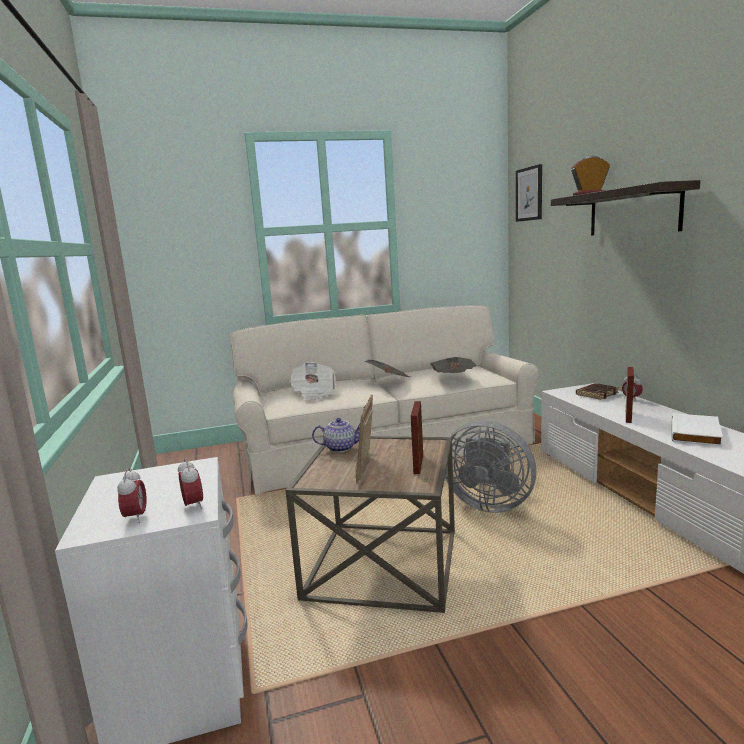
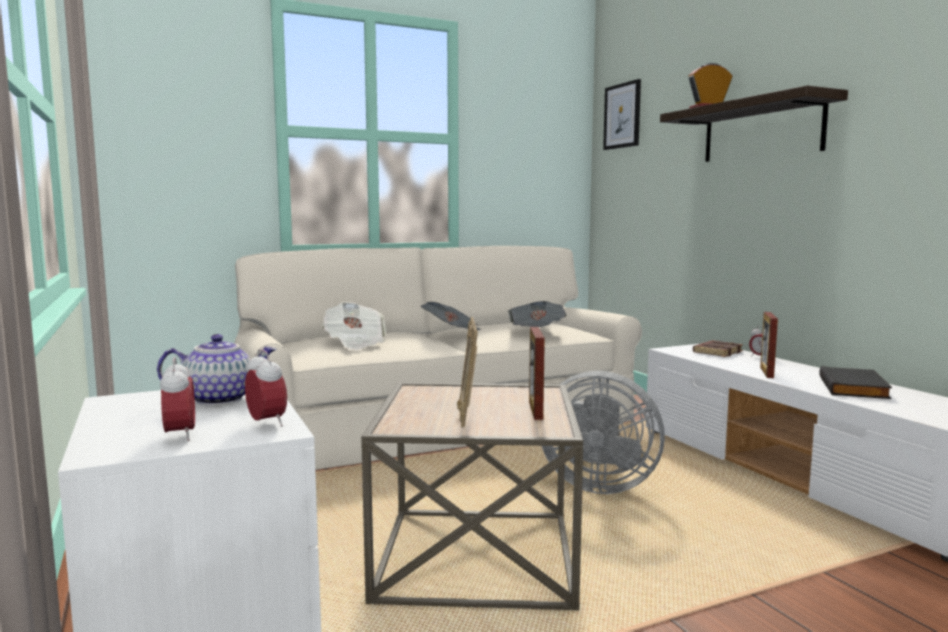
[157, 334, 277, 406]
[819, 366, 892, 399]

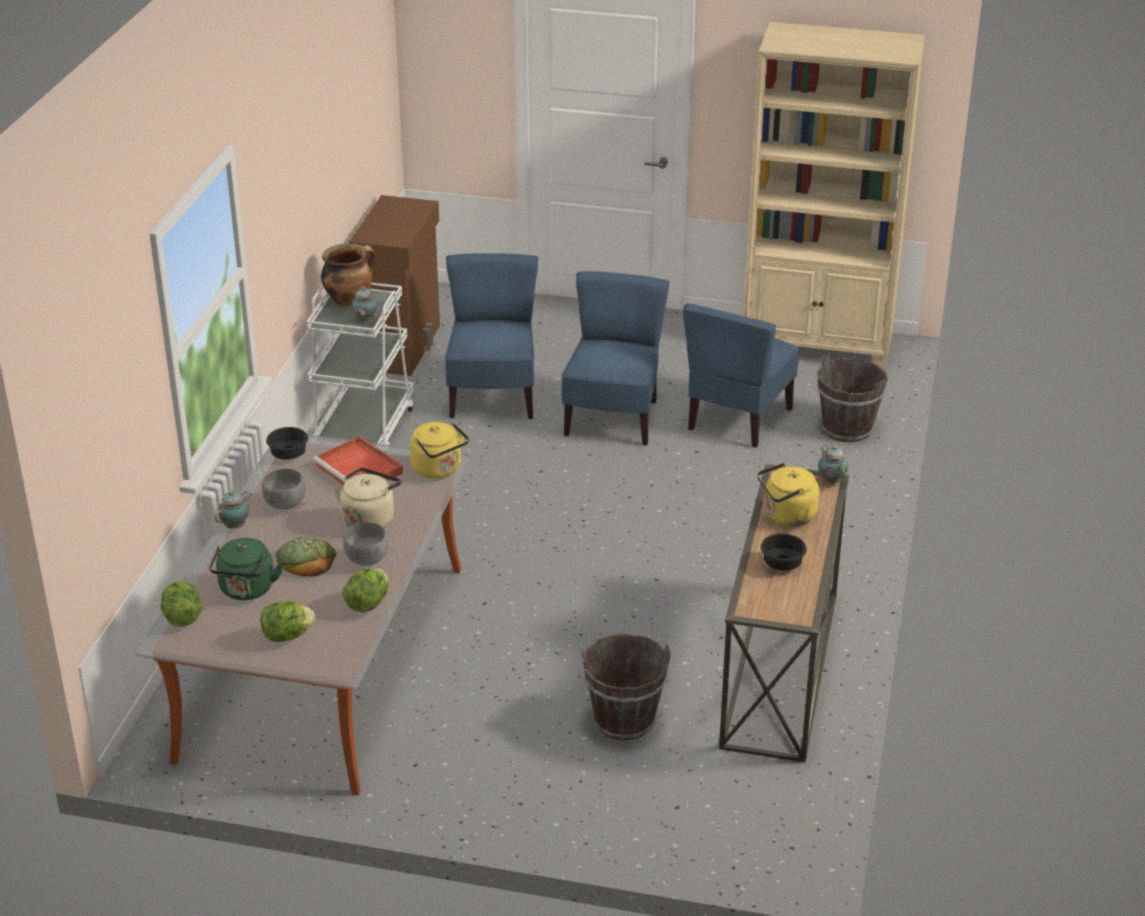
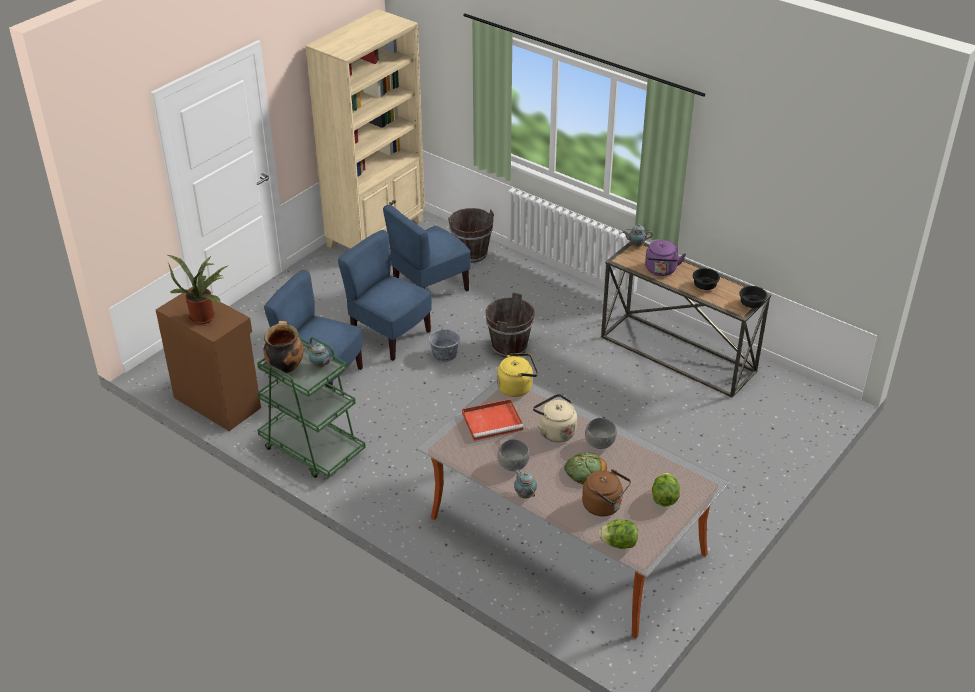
[342, 568, 388, 613] (first image)
[168, 255, 227, 324]
[429, 323, 460, 362]
[739, 286, 767, 308]
[485, 293, 535, 358]
[582, 469, 631, 516]
[257, 337, 366, 478]
[645, 240, 686, 276]
[383, 205, 471, 292]

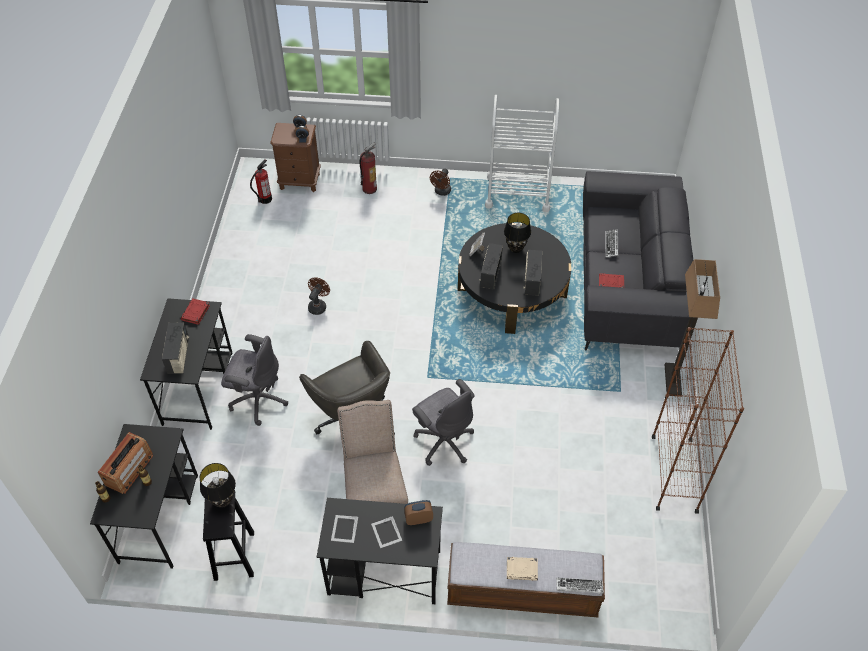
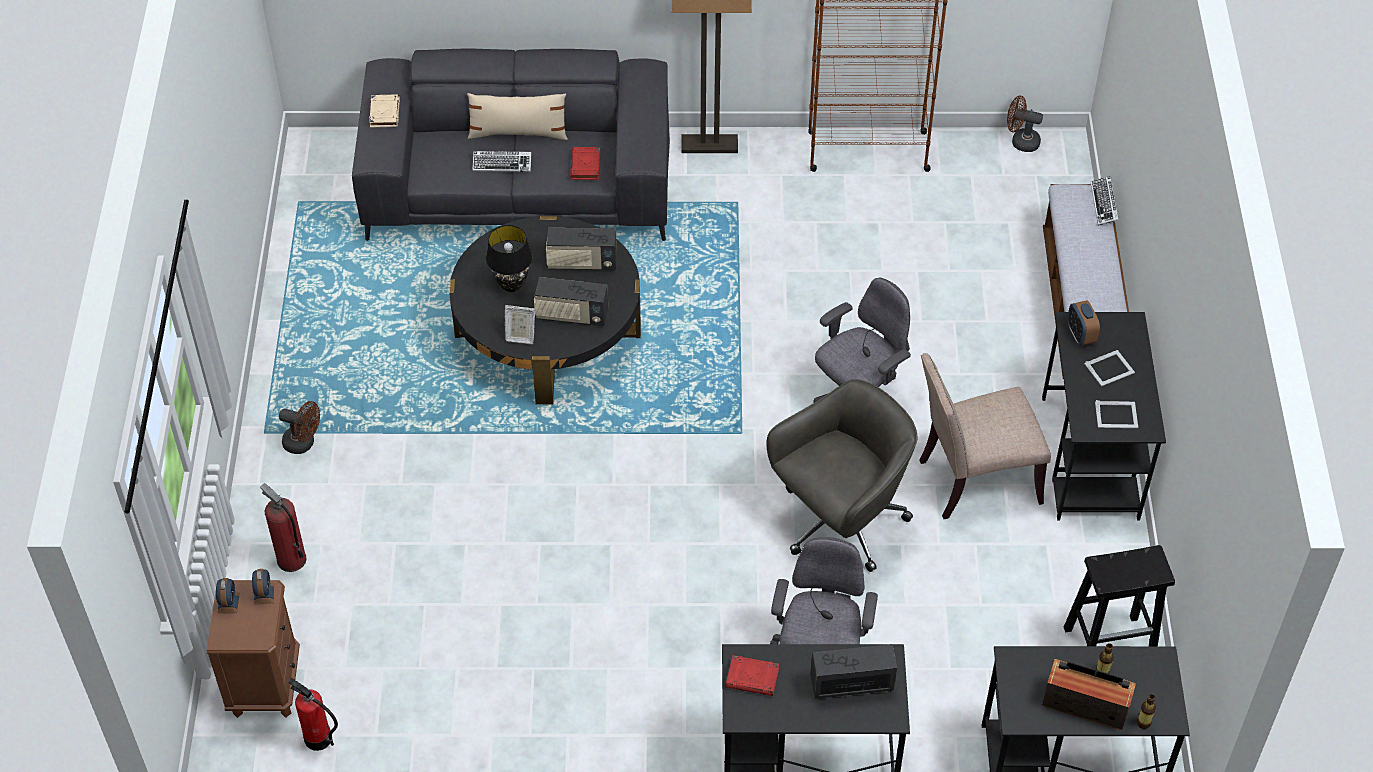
[200, 463, 236, 508] (first image)
[485, 95, 559, 212] (first image)
[467, 93, 568, 140]
[1007, 95, 1043, 152]
[369, 94, 400, 128]

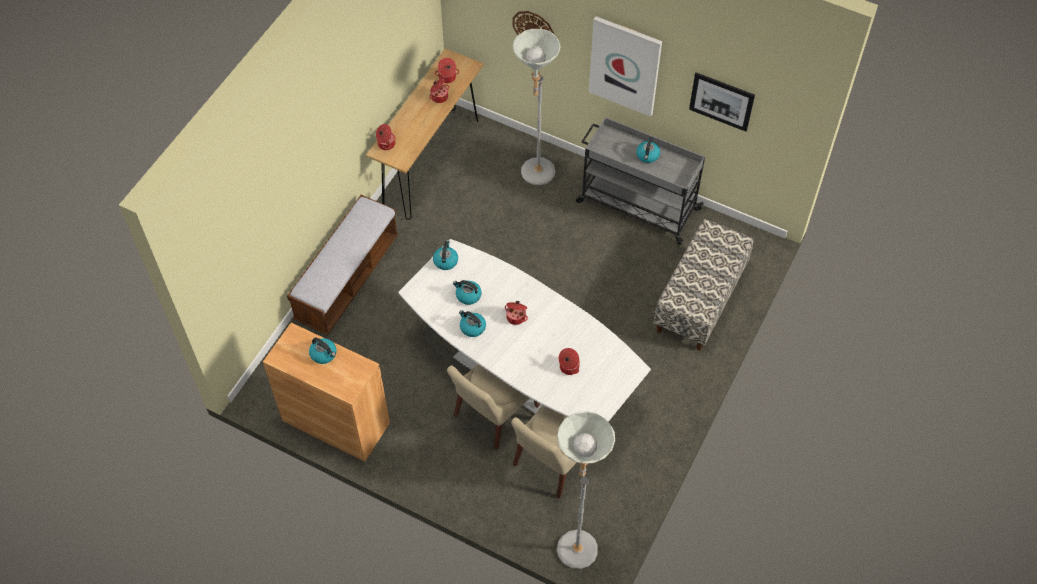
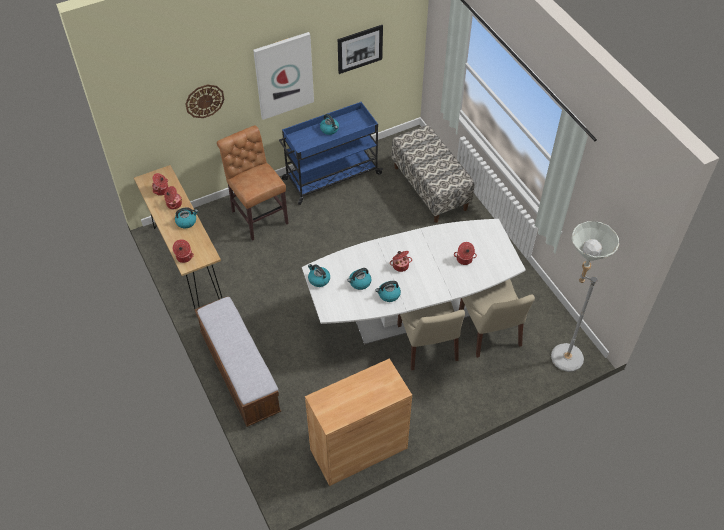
[175, 207, 198, 228]
[217, 126, 289, 241]
[279, 102, 383, 205]

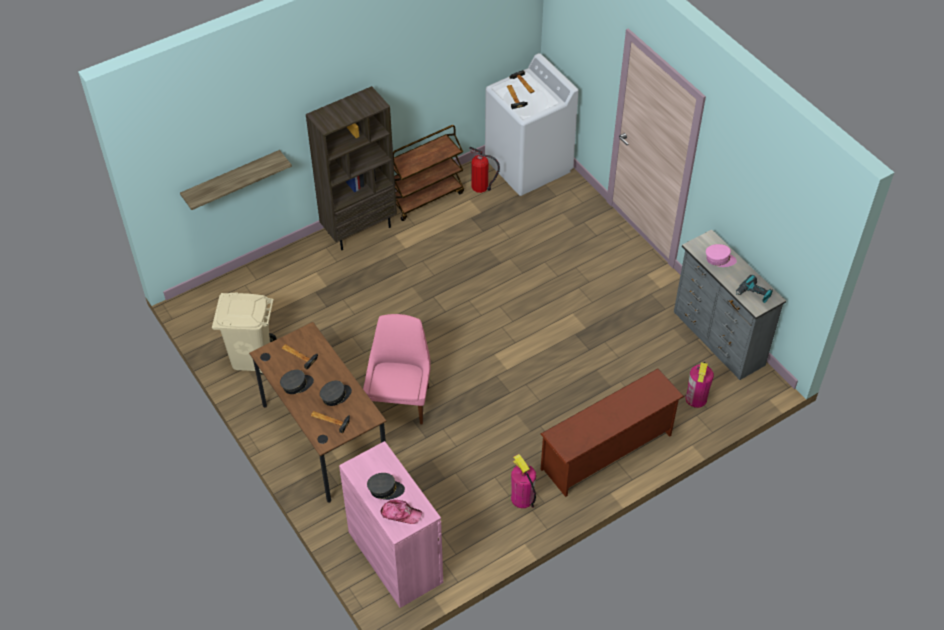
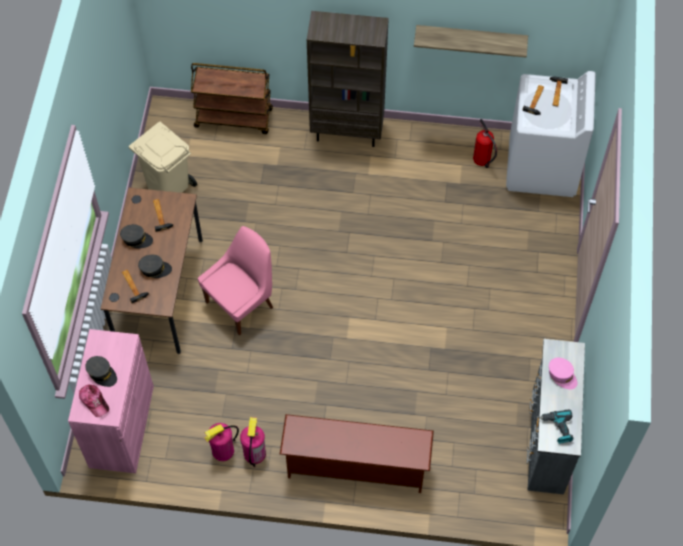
[414, 25, 528, 57]
[191, 63, 273, 134]
[204, 423, 239, 461]

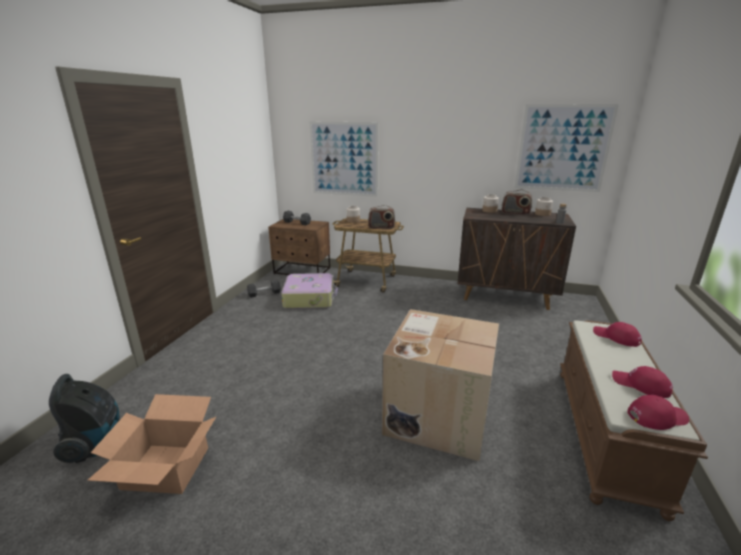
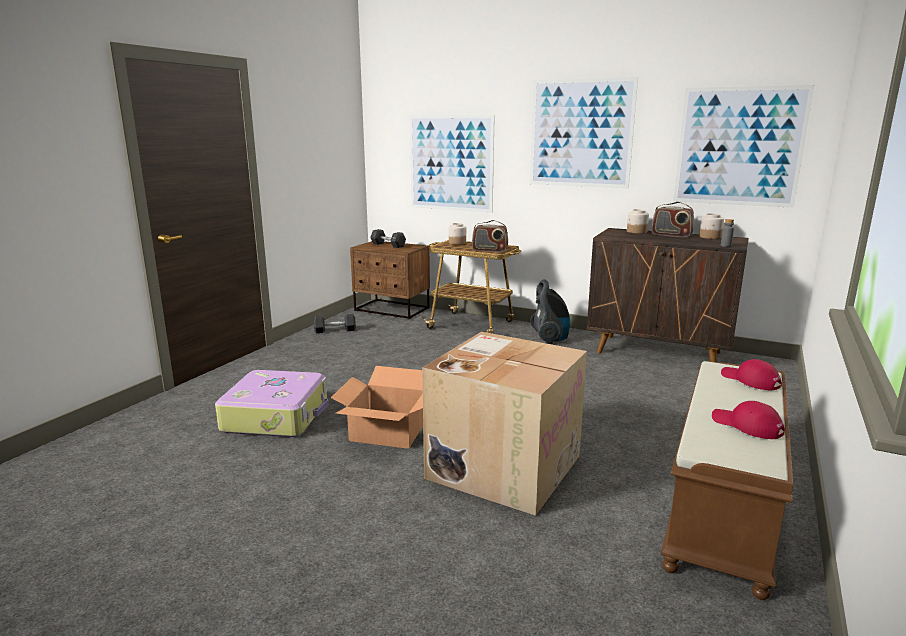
[627, 395, 689, 430] (first image)
[530, 77, 638, 188]
[530, 279, 570, 344]
[331, 366, 423, 449]
[215, 370, 328, 437]

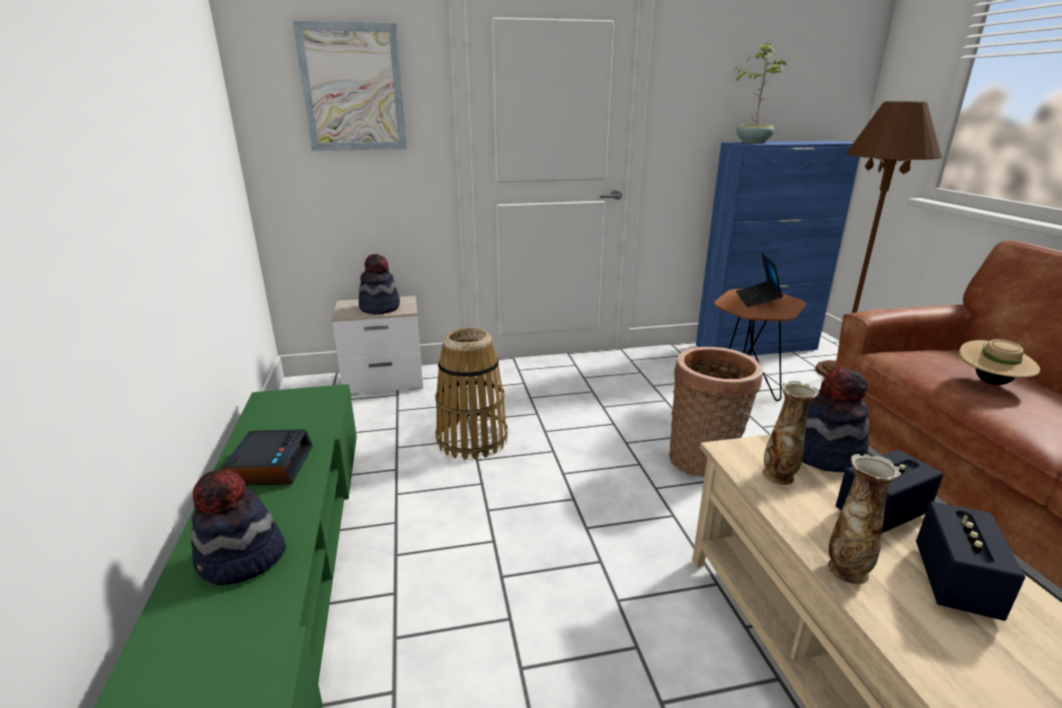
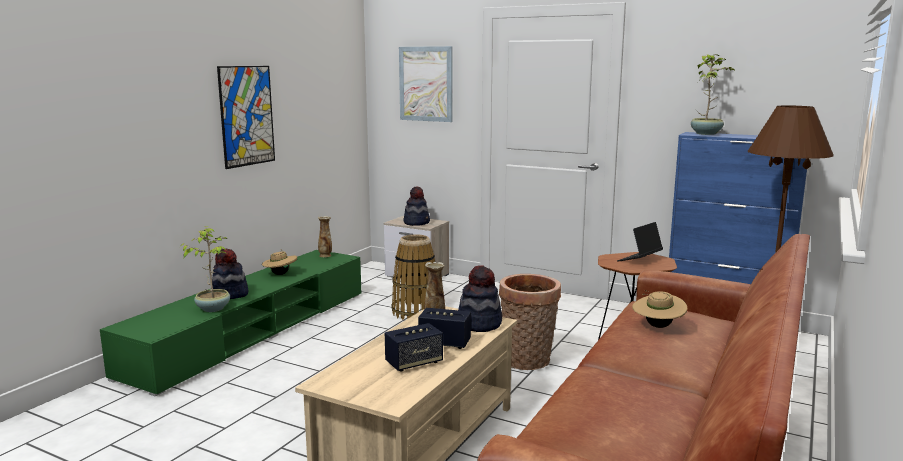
[181, 227, 230, 312]
[217, 66, 275, 169]
[318, 216, 332, 257]
[262, 251, 297, 275]

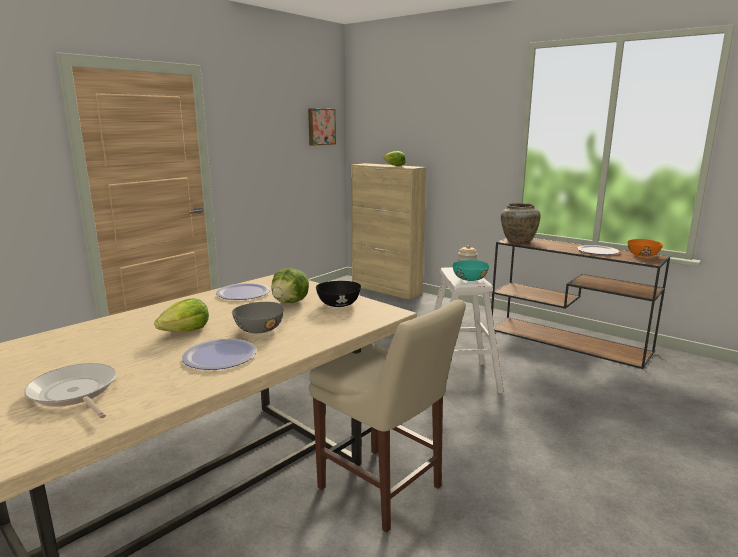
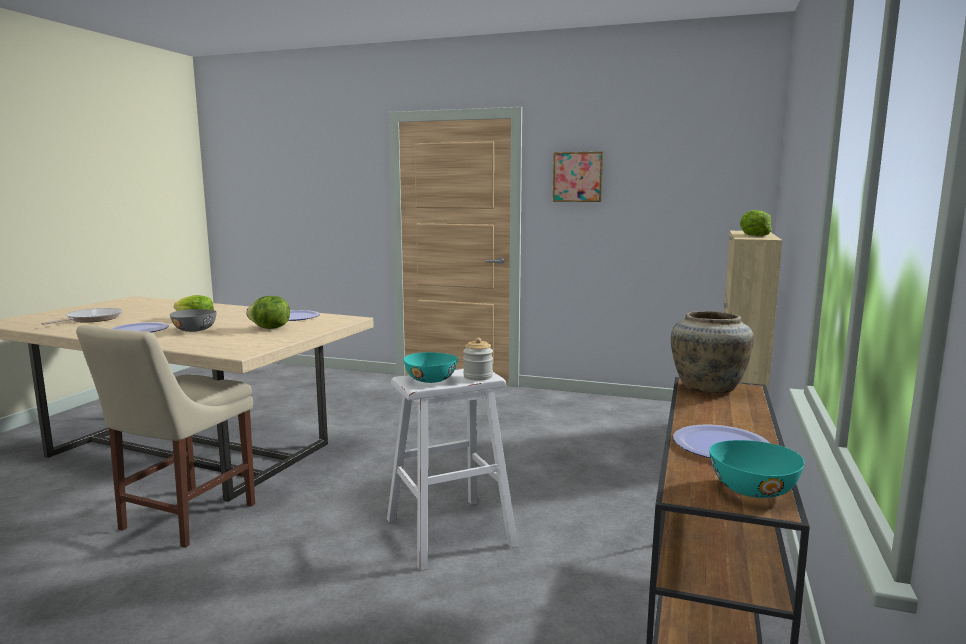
[316, 281, 361, 307] (first image)
[553, 152, 603, 202]
[709, 440, 805, 498]

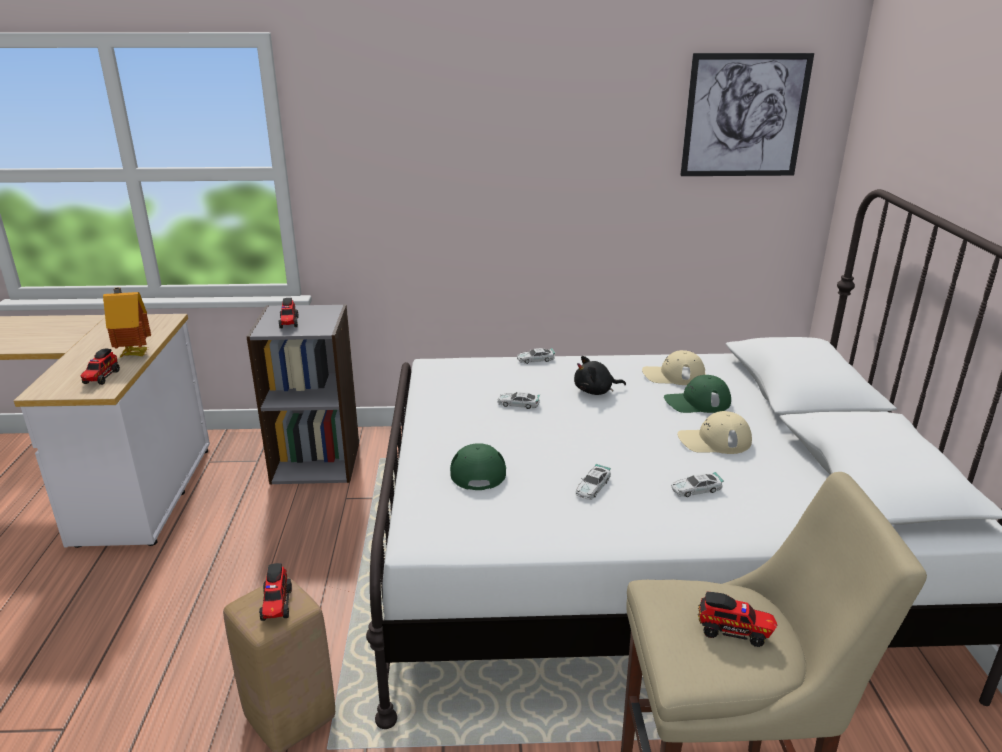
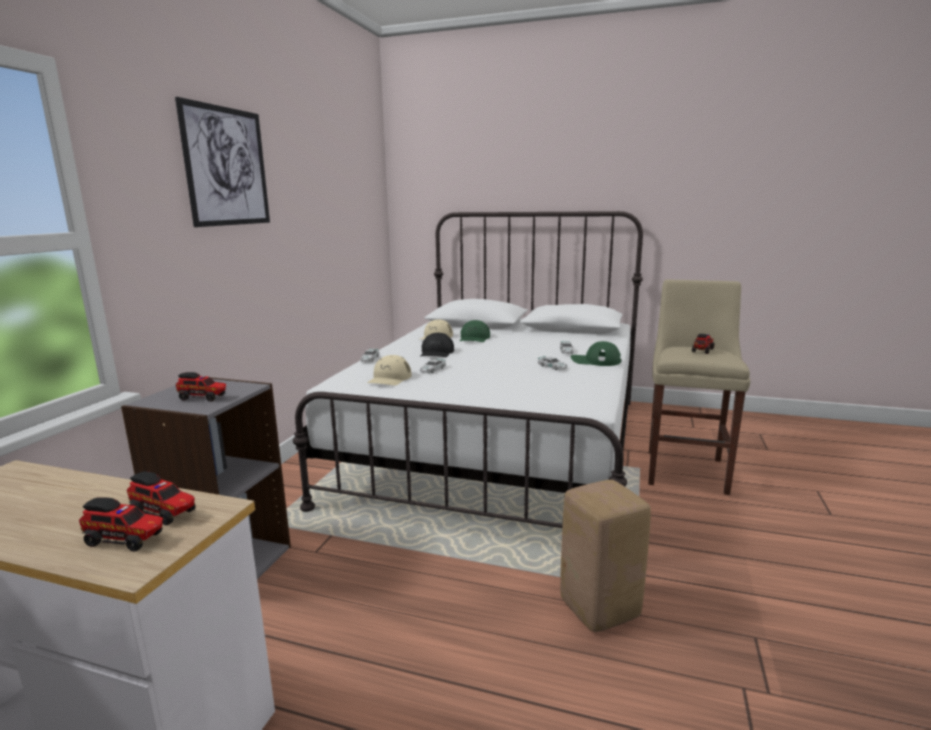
[103, 287, 151, 357] (first image)
[79, 497, 163, 552]
[571, 341, 621, 366]
[367, 355, 412, 386]
[175, 97, 270, 227]
[420, 333, 454, 357]

